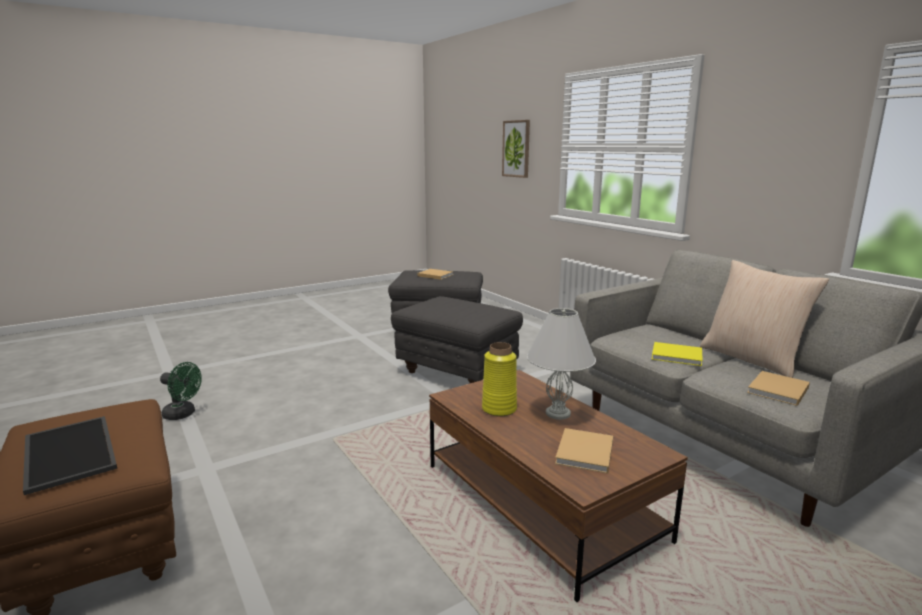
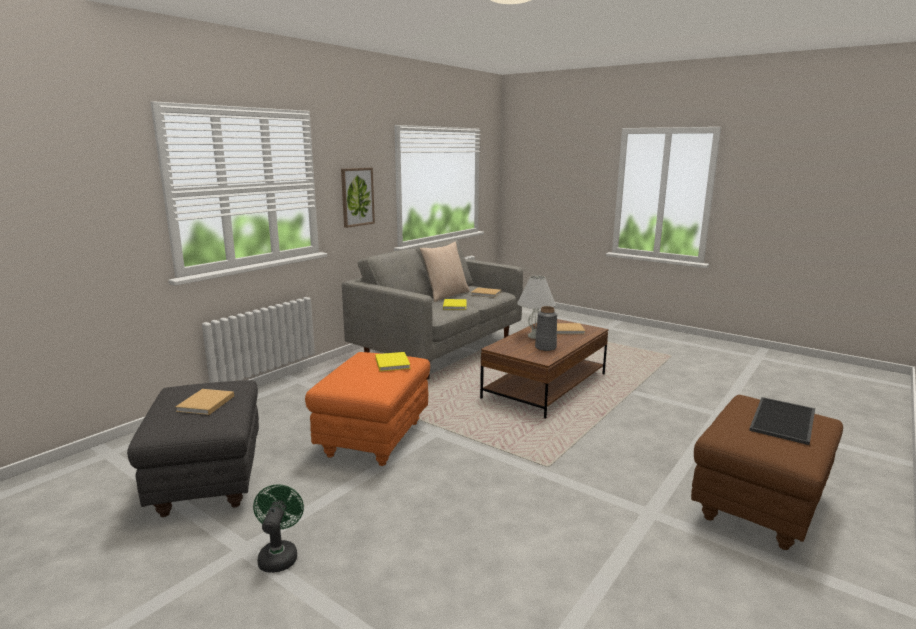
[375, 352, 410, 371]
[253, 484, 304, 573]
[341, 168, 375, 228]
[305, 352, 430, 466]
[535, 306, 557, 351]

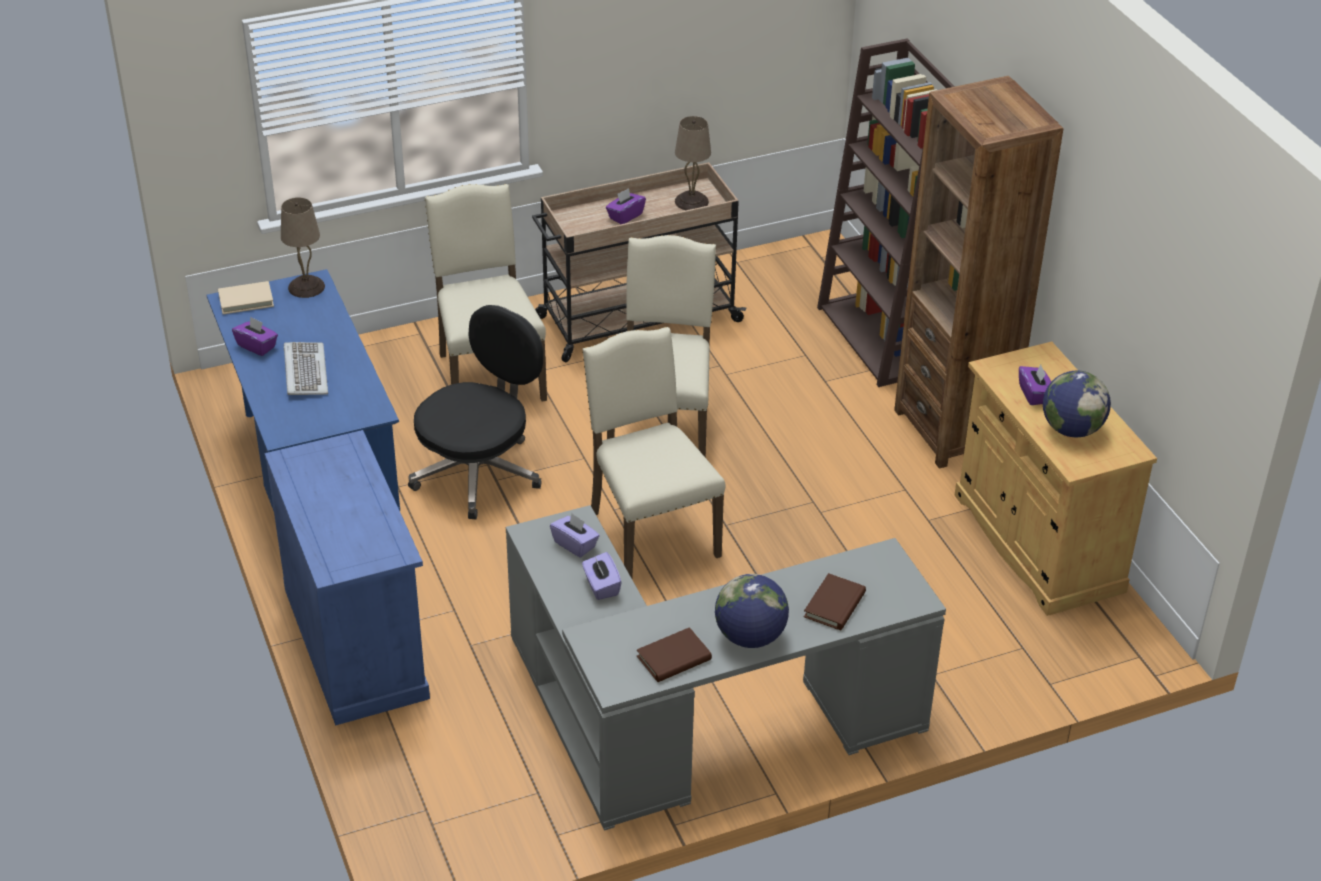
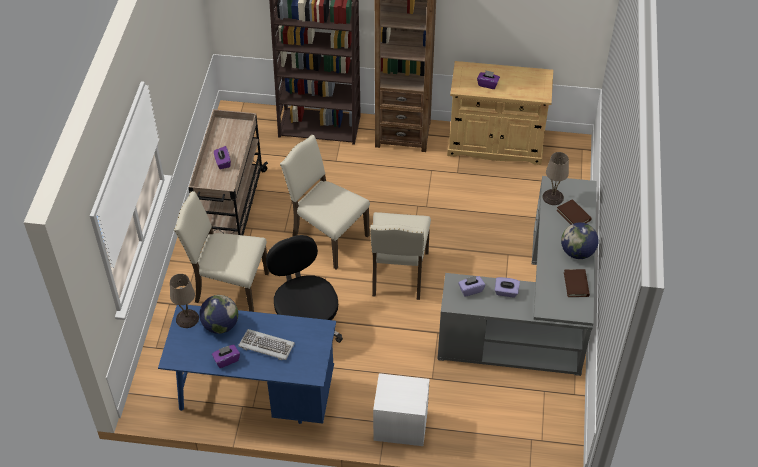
[218, 281, 274, 314] (first image)
[542, 152, 569, 205]
[199, 295, 238, 334]
[373, 373, 430, 446]
[370, 212, 431, 300]

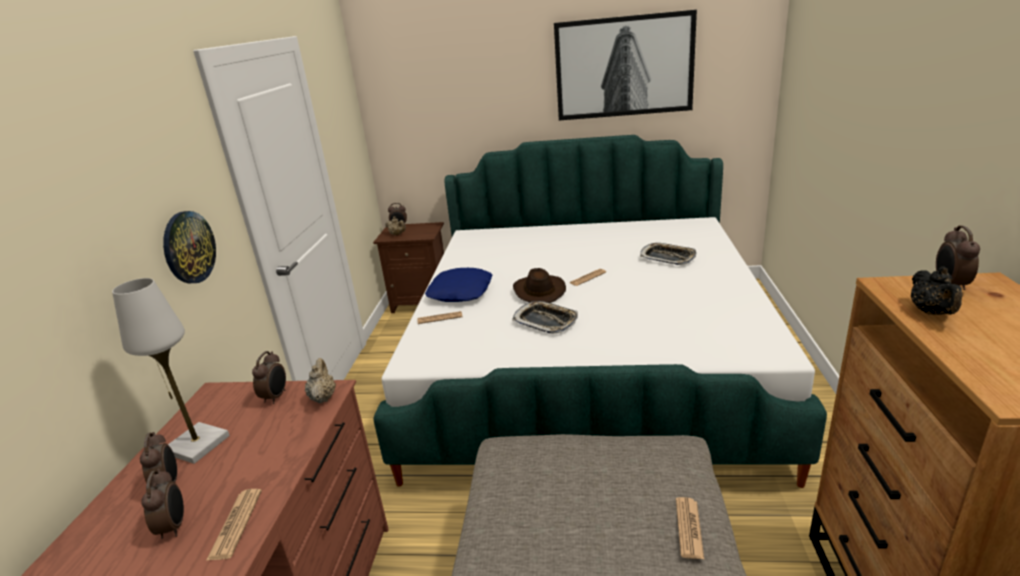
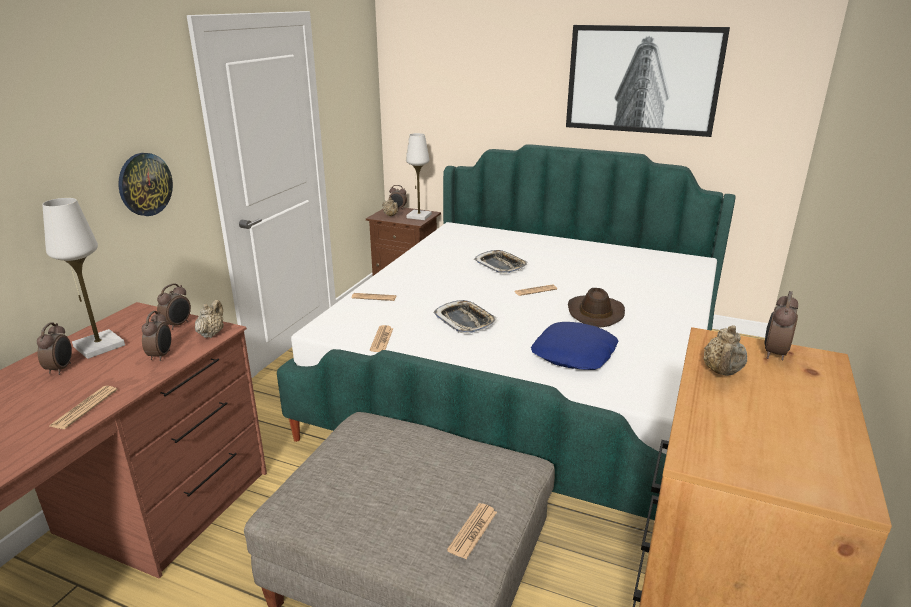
[370, 325, 393, 352]
[406, 133, 432, 220]
[142, 311, 171, 361]
[531, 322, 619, 370]
[568, 288, 625, 328]
[474, 250, 528, 274]
[703, 325, 747, 376]

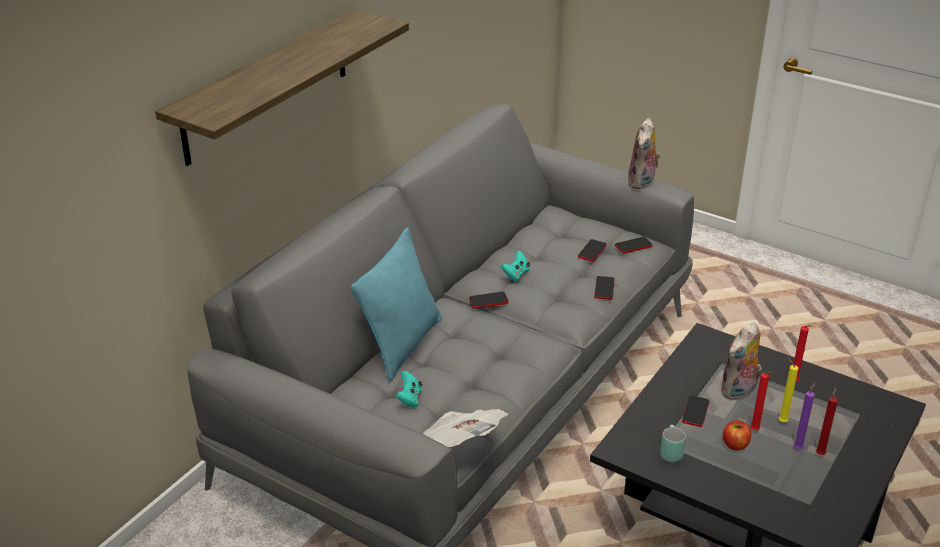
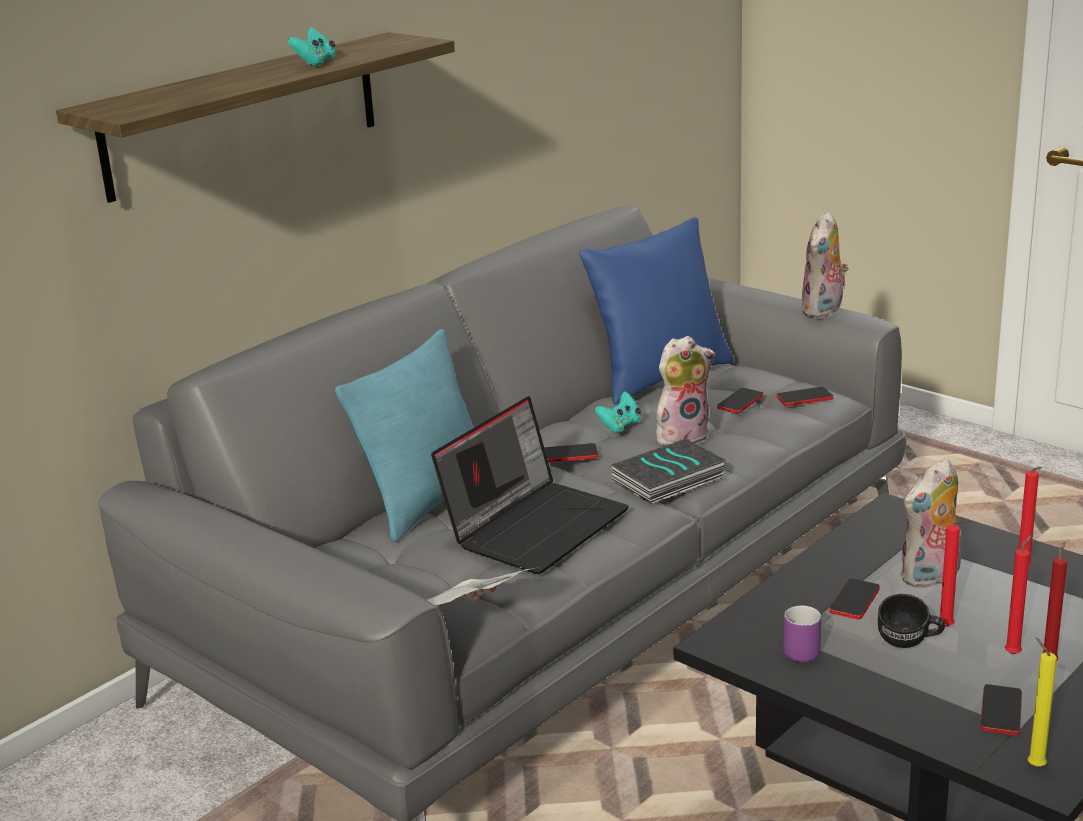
[431, 396, 629, 574]
[579, 217, 733, 404]
[611, 439, 726, 504]
[656, 336, 715, 446]
[288, 27, 335, 66]
[981, 684, 1022, 735]
[1028, 637, 1057, 767]
[878, 594, 945, 648]
[783, 605, 821, 662]
[1005, 535, 1032, 654]

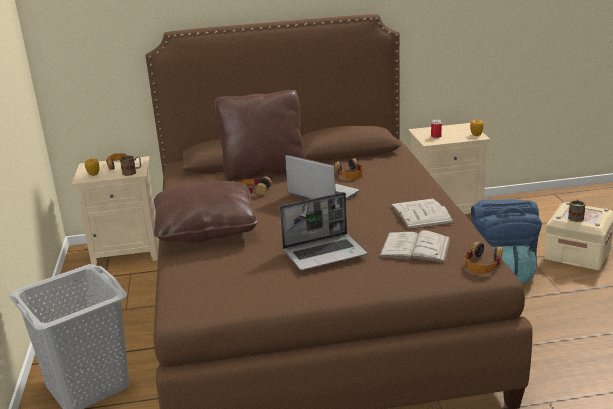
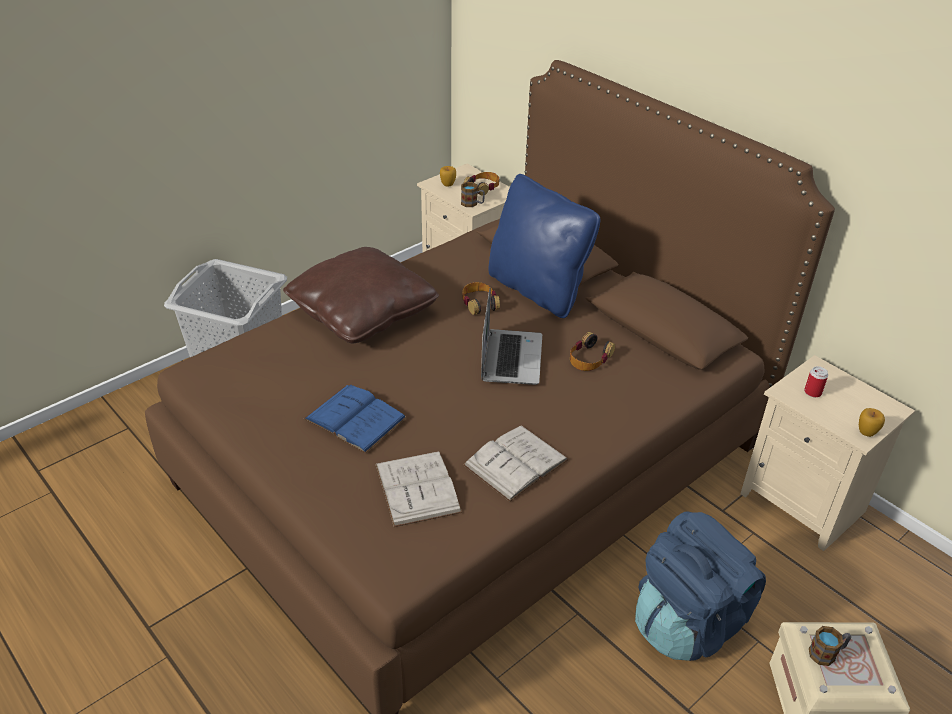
[465, 242, 503, 274] (first image)
[304, 384, 407, 454]
[488, 174, 601, 318]

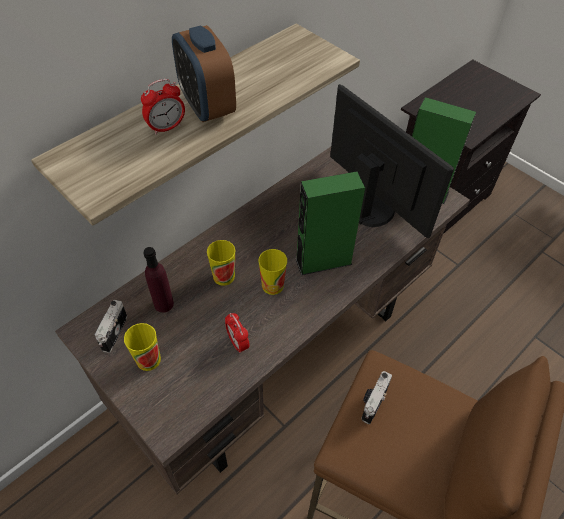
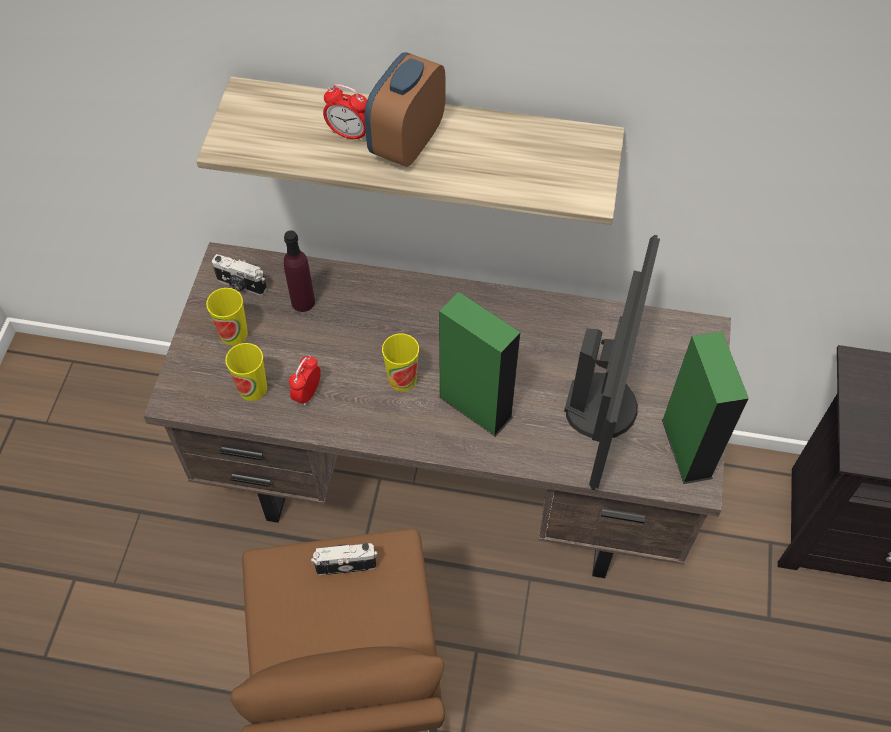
[225, 343, 267, 401]
[212, 254, 267, 296]

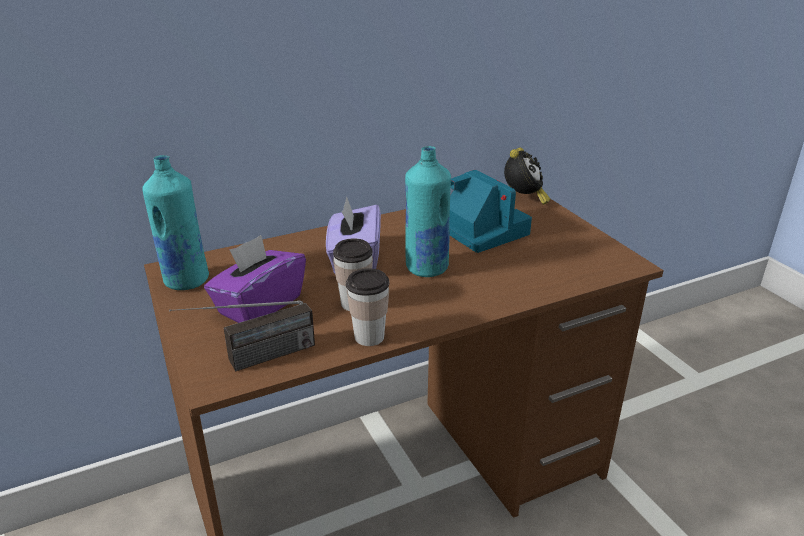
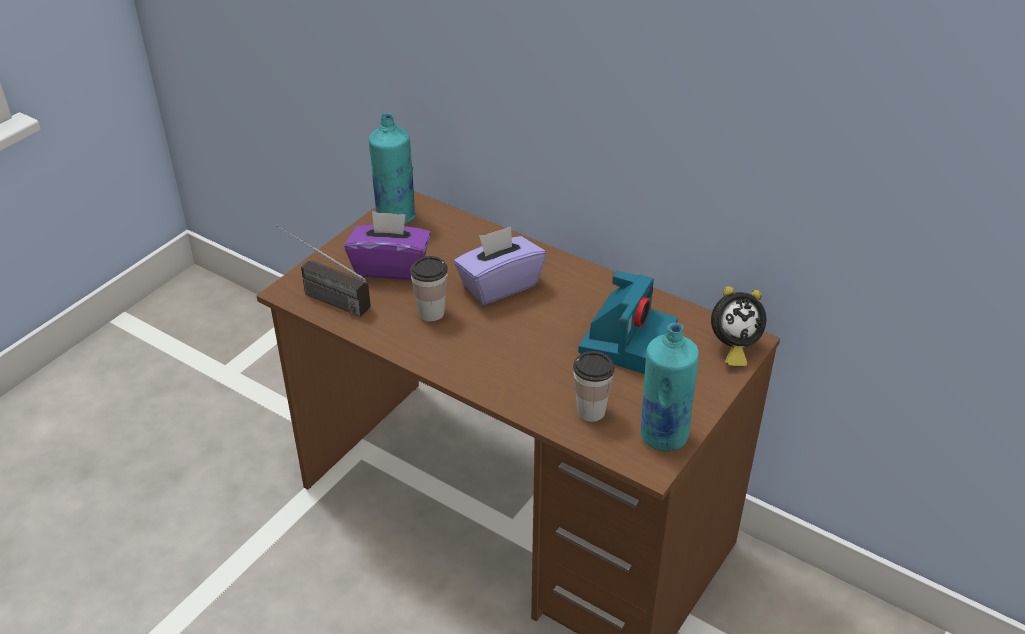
[573, 351, 615, 422]
[640, 323, 699, 451]

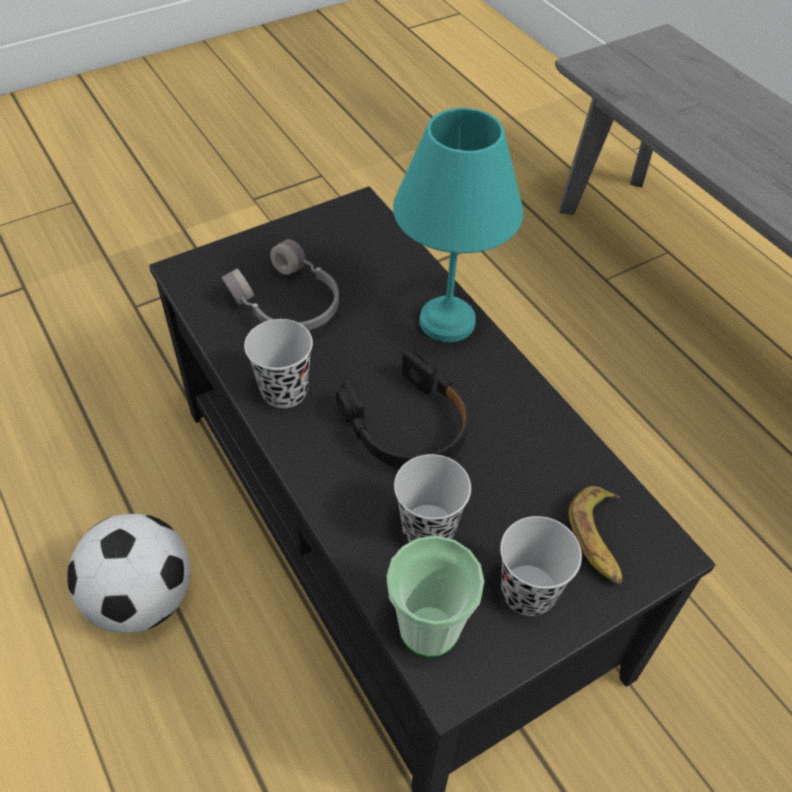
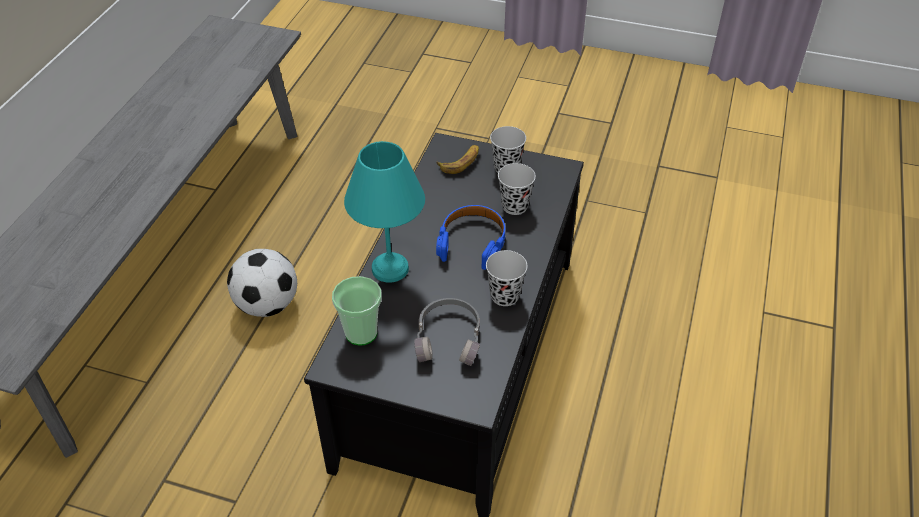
[227, 249, 297, 317]
[332, 276, 382, 345]
[436, 205, 506, 270]

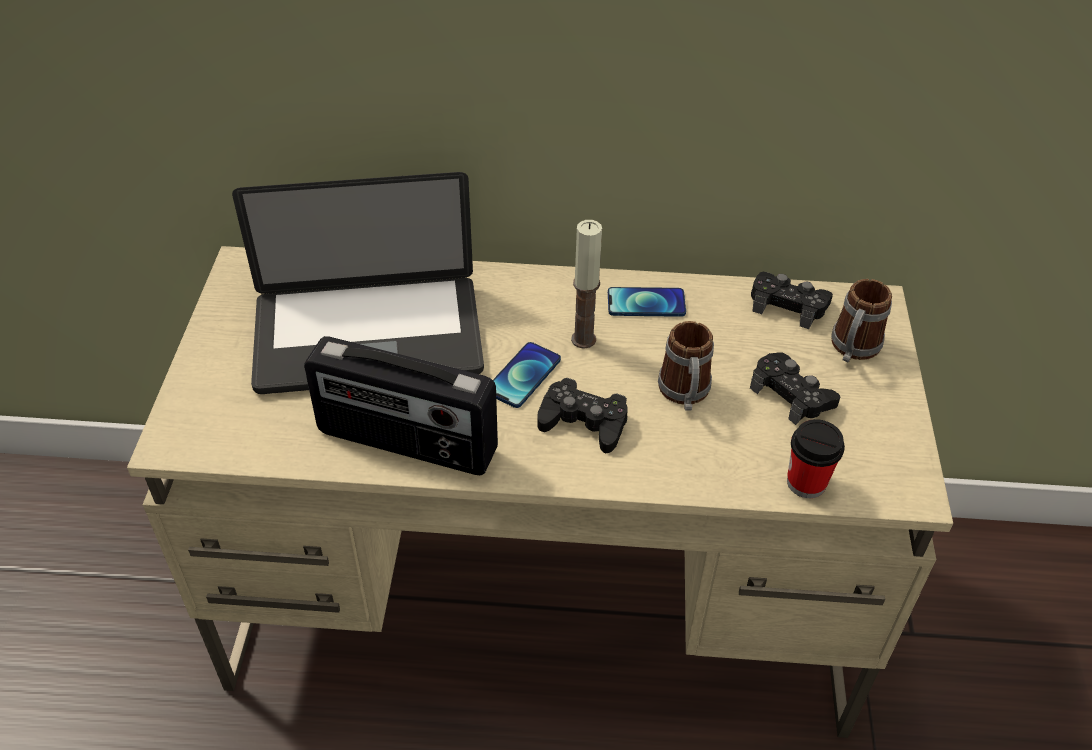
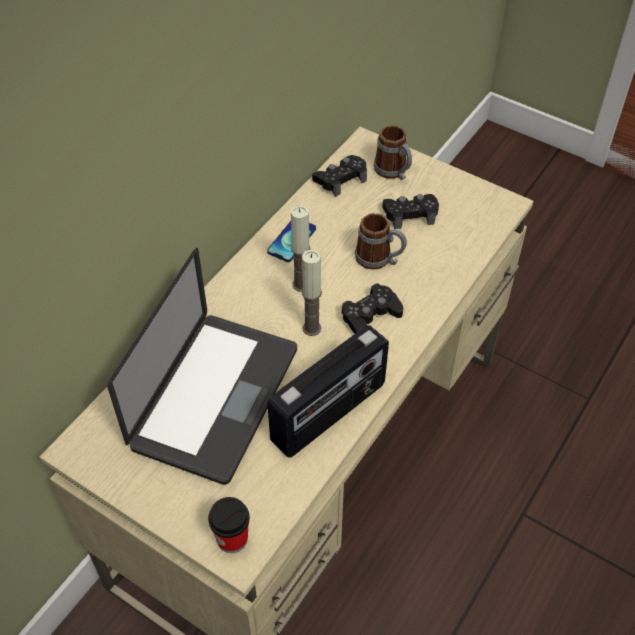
[208, 497, 250, 553]
[302, 250, 322, 336]

